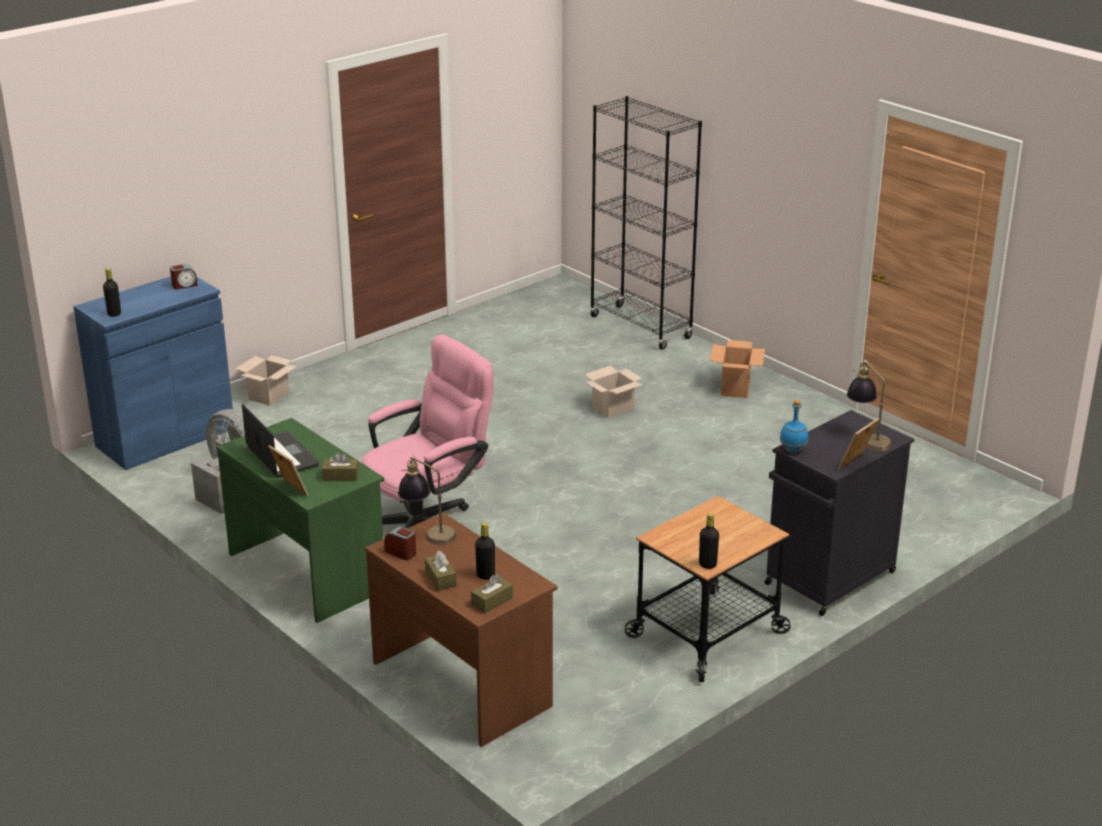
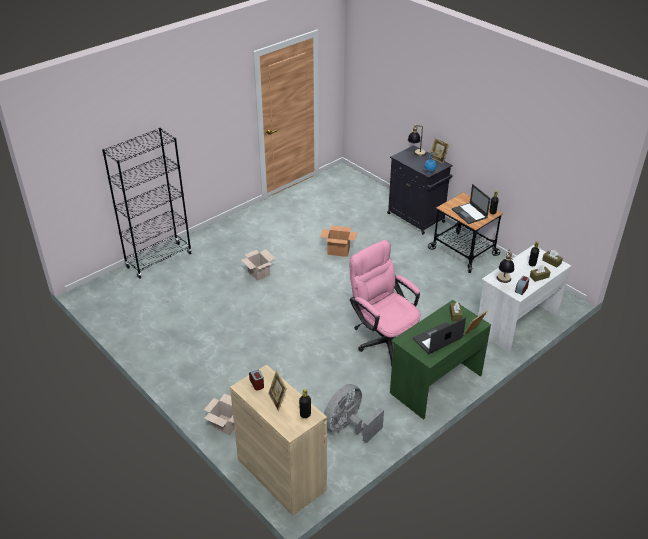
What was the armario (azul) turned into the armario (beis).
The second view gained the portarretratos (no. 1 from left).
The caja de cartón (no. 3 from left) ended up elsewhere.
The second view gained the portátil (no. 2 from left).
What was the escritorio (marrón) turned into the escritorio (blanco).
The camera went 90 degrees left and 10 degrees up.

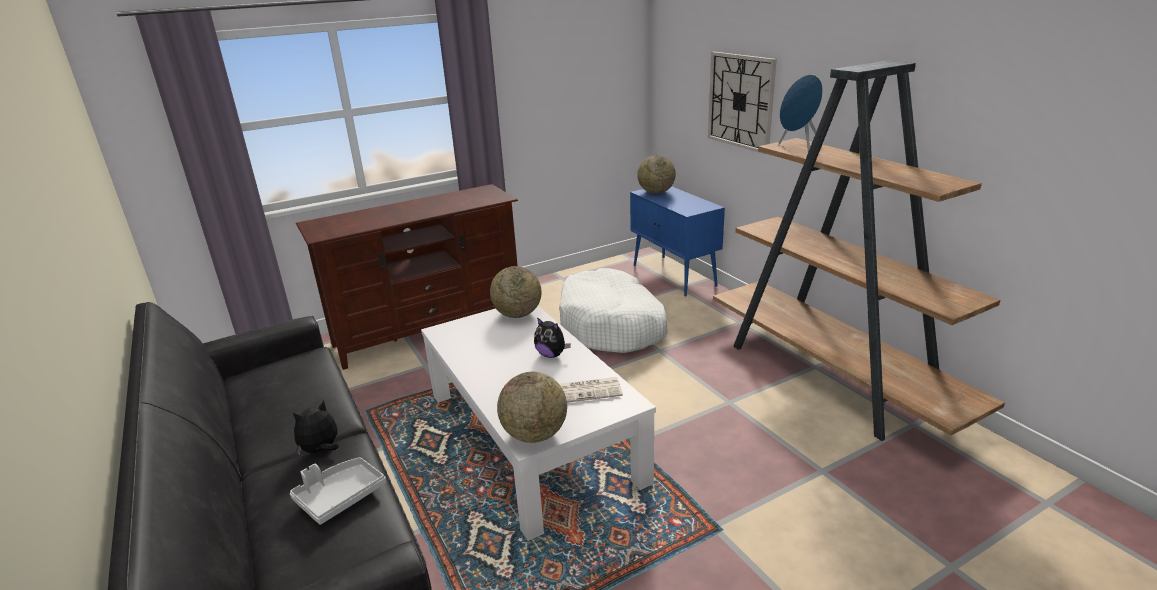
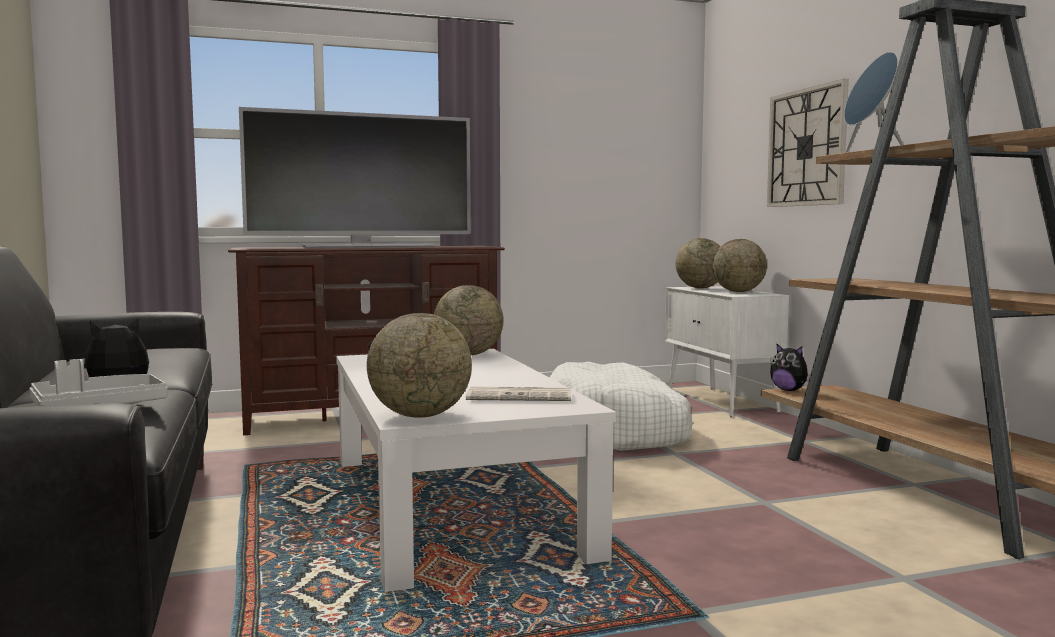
The second view gained the televisor.
What was the armario (azul) turned into the armario (blanco).
The second view gained the globo terráqueo (no. 4 from left).
The peluche (no. 2 from left) ended up elsewhere.
The camera went 10 degrees right and 20 degrees down.

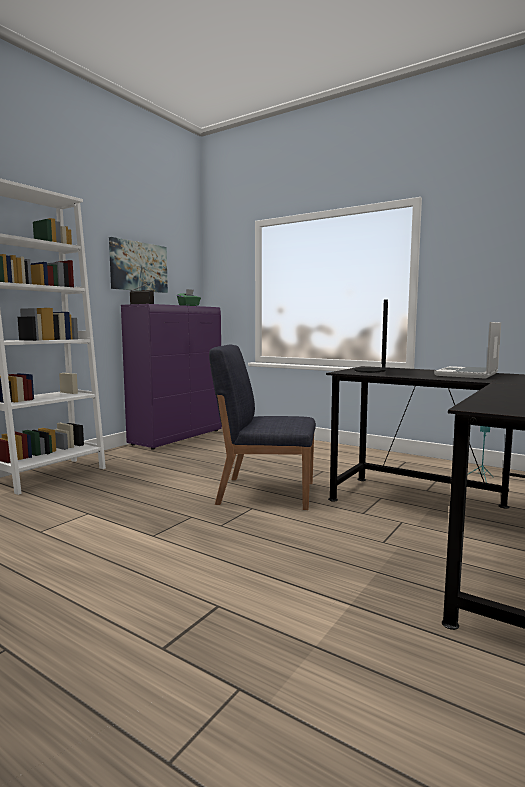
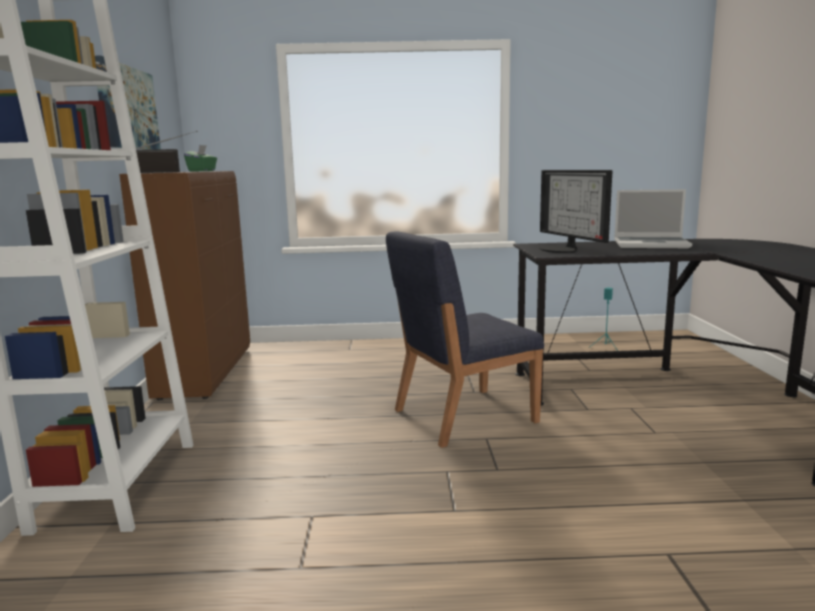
What was the armario (morado) turned into the armario (marrón).
The portátil ended up facing another way, 75 degrees counterclockwise from before.
The camera went 35 degrees left and 5 degrees up.

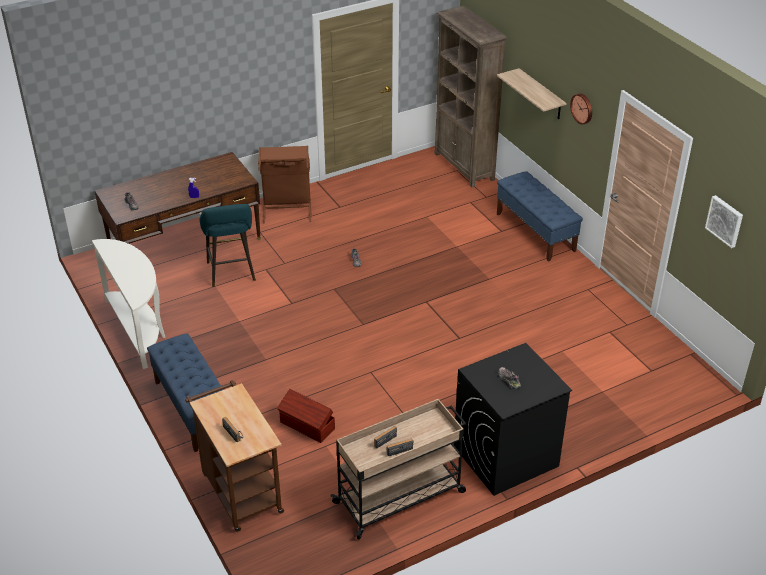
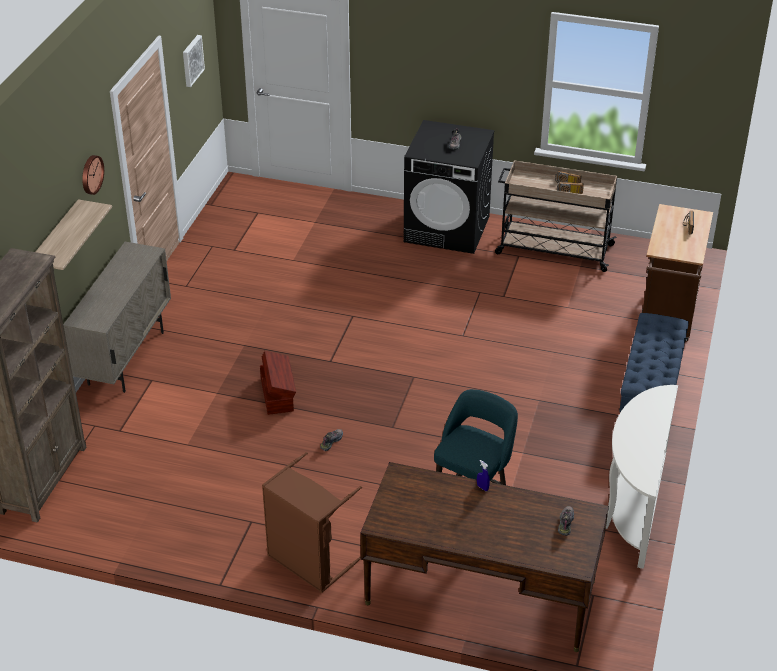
Where the banco (azul) (no. 2 from left) stood, the armario (beis) came to stand.
The caja de almacenaje (marrón) ended up elsewhere.
The camera went 135 degrees left and 0 degrees up.

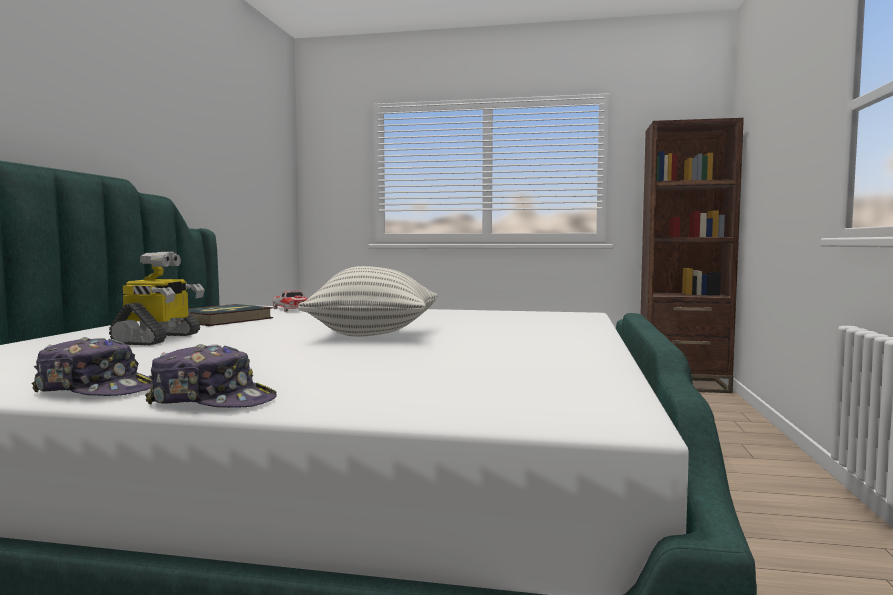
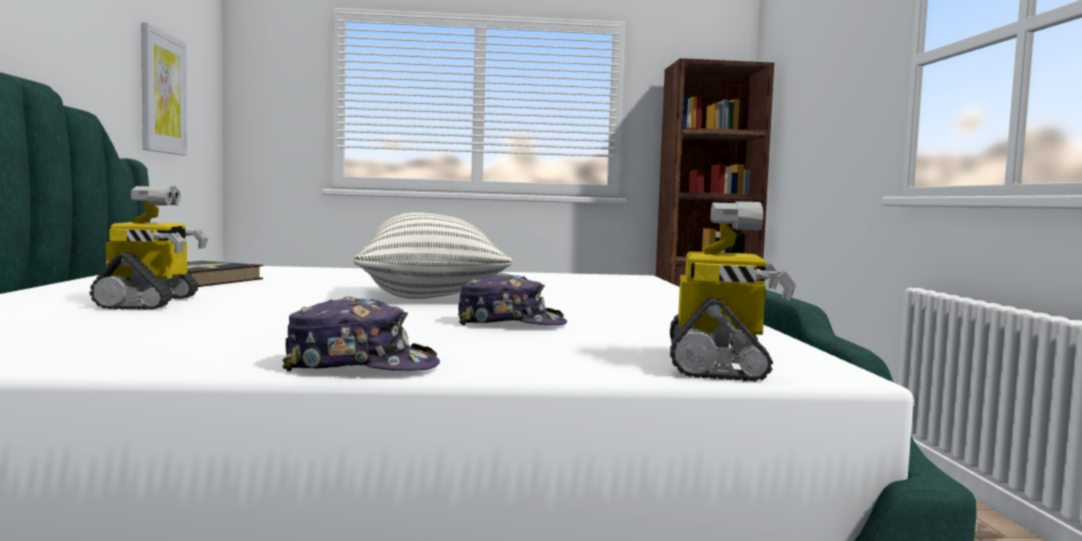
The second view gained the cuadro.
The gorra (no. 1 from left in the first image) ended up elsewhere.
The second view gained the robot de juguete (no. 2 from left).
The second view lost the coche de juguete.
The camera went 15 degrees left and 0 degrees up.

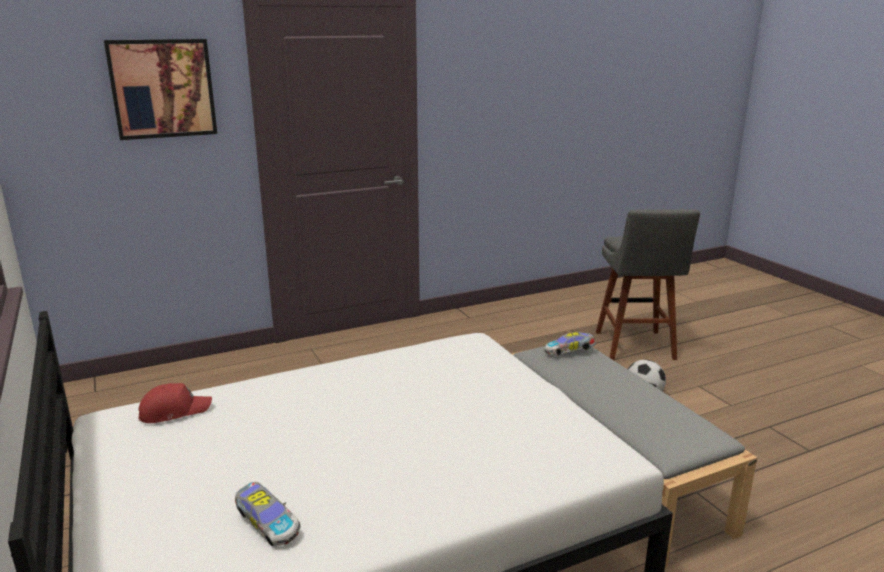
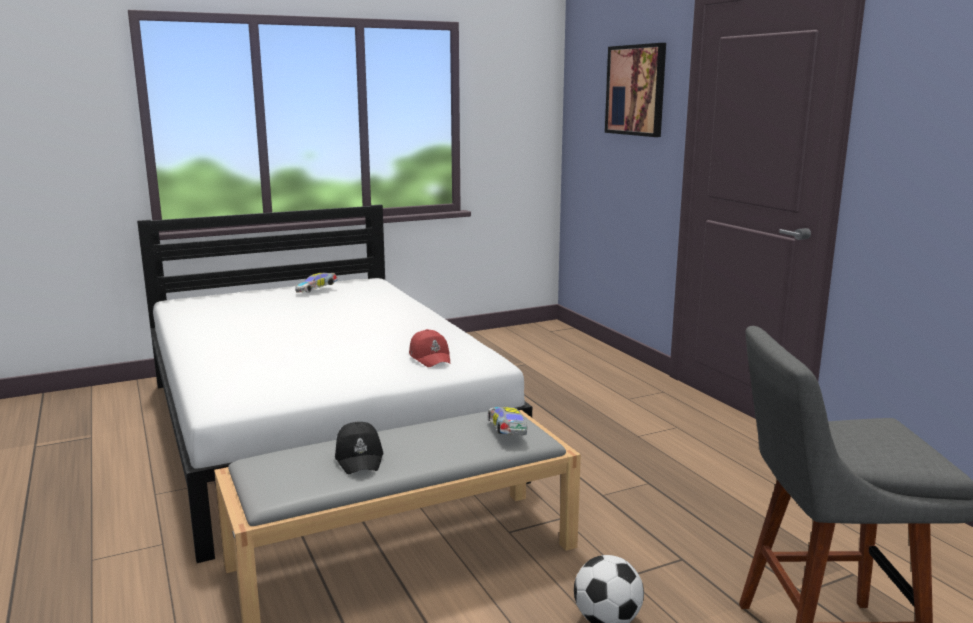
The coche de juguete (no. 1 from left) ended up elsewhere.
The second view gained the gorra (negro).
The gorra (rojo) ended up elsewhere.
The camera went 90 degrees right and 5 degrees down.

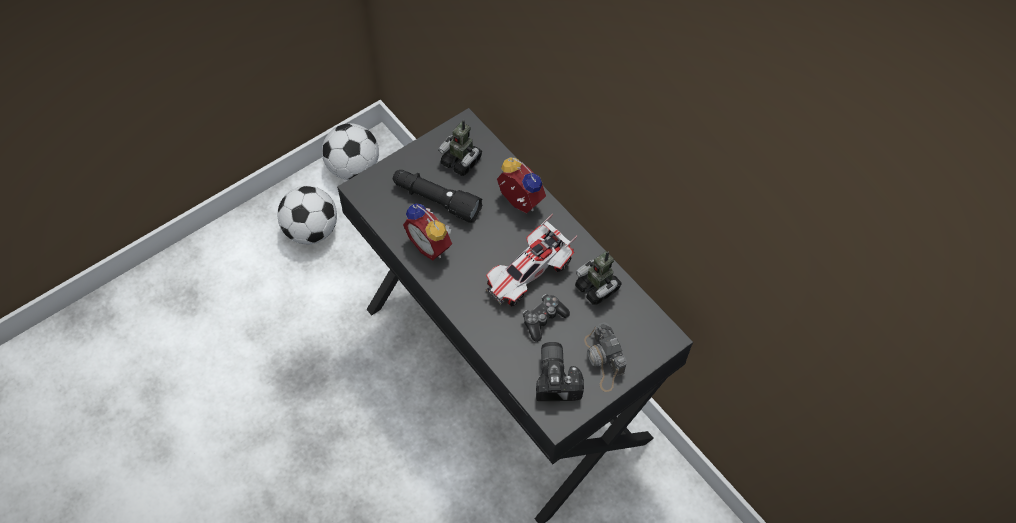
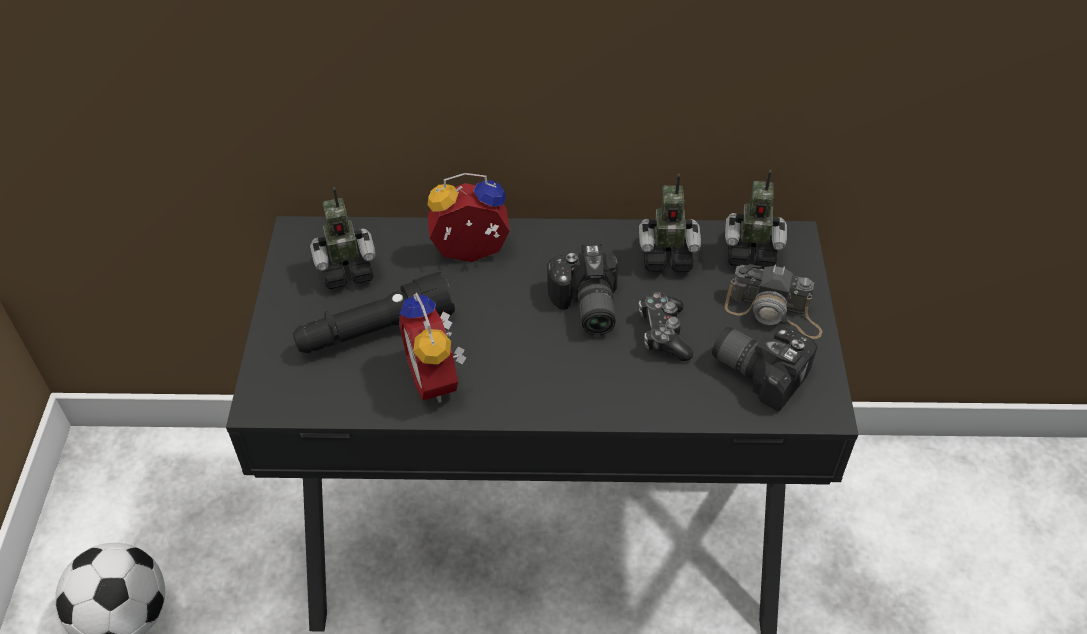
The despertador (no. 1 from left) ended up facing another way, 75 degrees clockwise from before.
Where the coche de juguete stood, the cámara (no. 1 from left) came to stand.
The second view gained the robot de juguete (no. 3 from left).
The second view lost the balón de fútbol (no. 2 from left).
The camera went 50 degrees left and 10 degrees down.

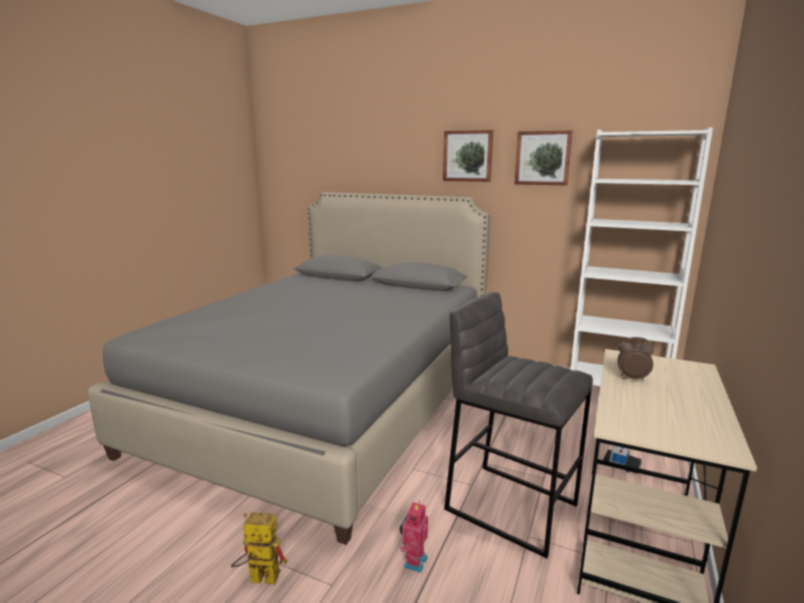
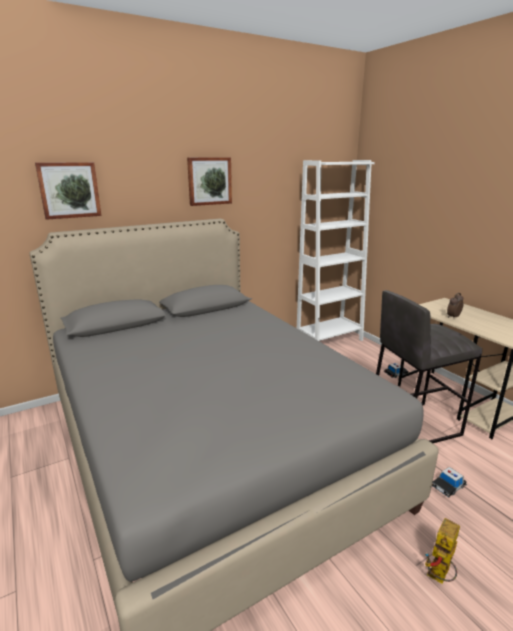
The cuadro (no. 2 from left in the first image) ended up elsewhere.
Where the robot de juguete (no. 2 from left) stood, the coche de juguete (no. 2 from left) came to stand.
The camera went 55 degrees left and 5 degrees up.

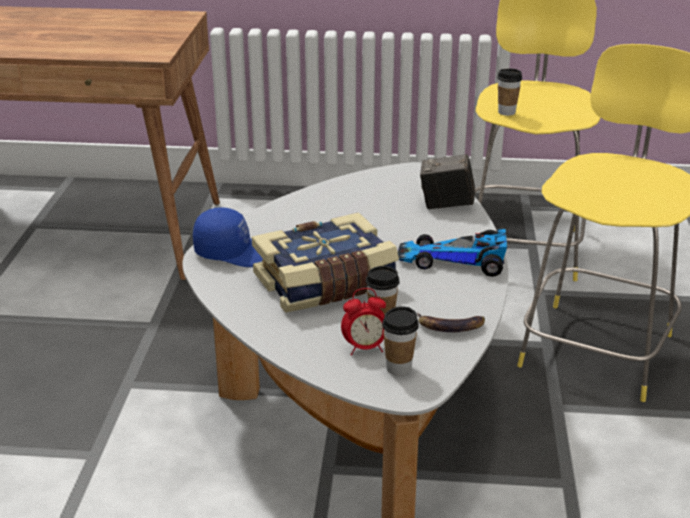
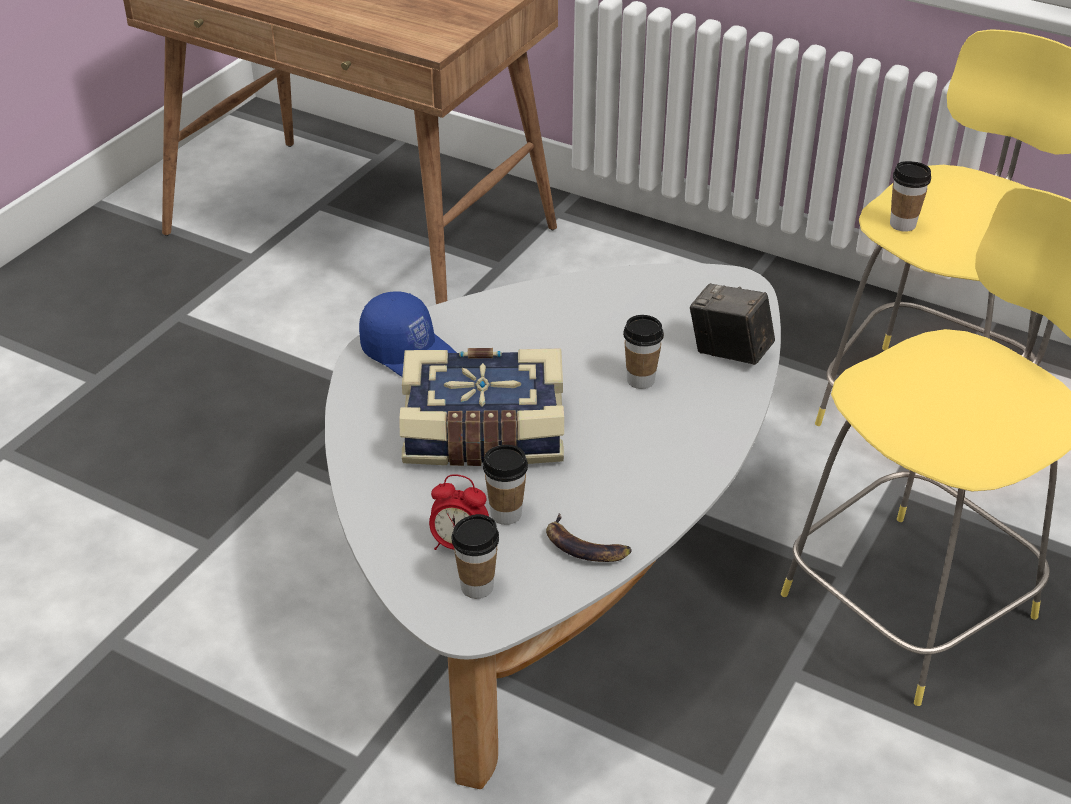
The second view gained the taza (no. 3 from left).
The second view lost the coche de juguete.
The camera went 25 degrees right and 10 degrees up.

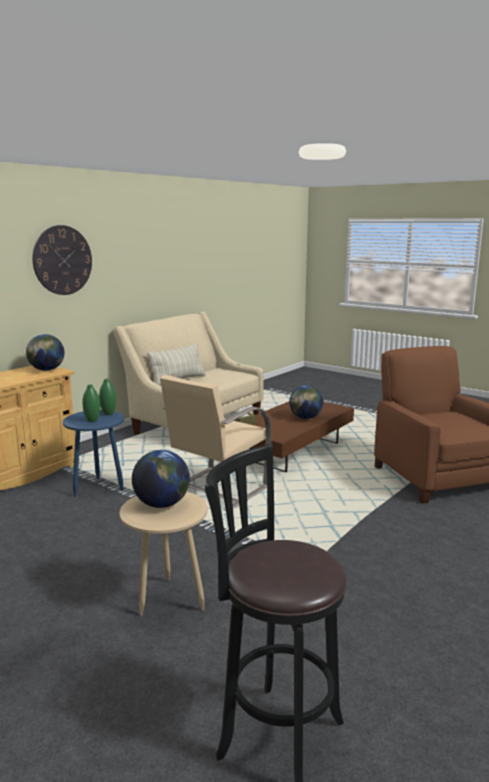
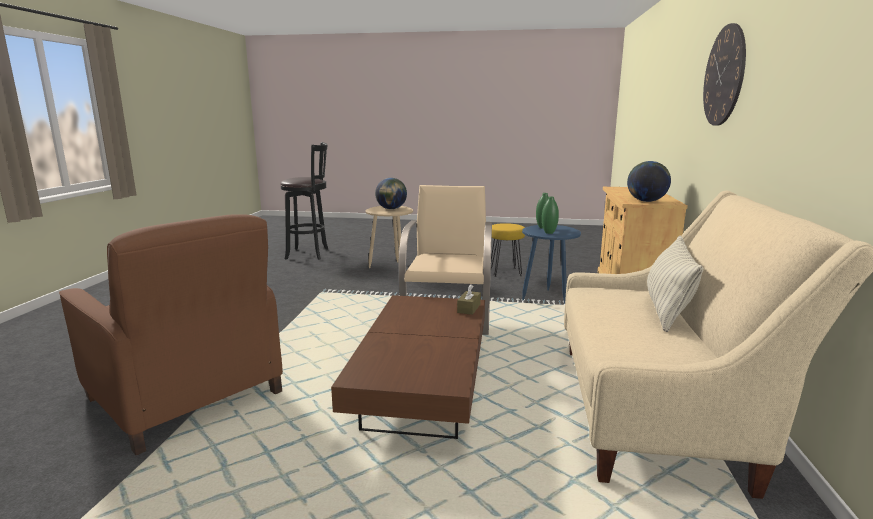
The second view gained the taburete (amarillo).
The second view lost the globo terráqueo (no. 3 from left).
The camera went 150 degrees right and 0 degrees up.

